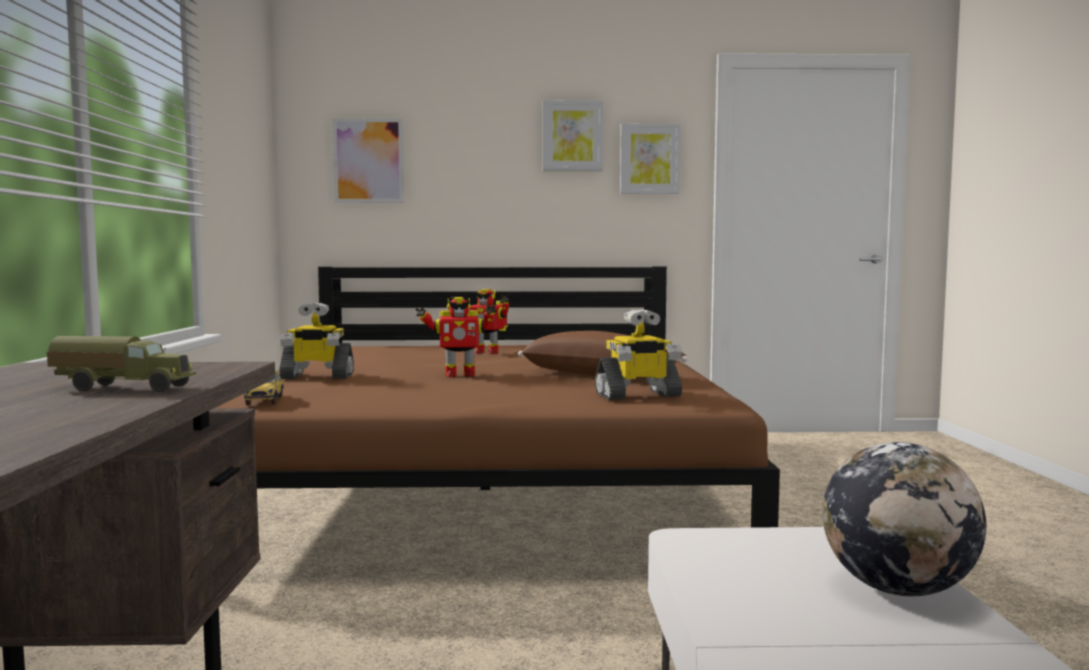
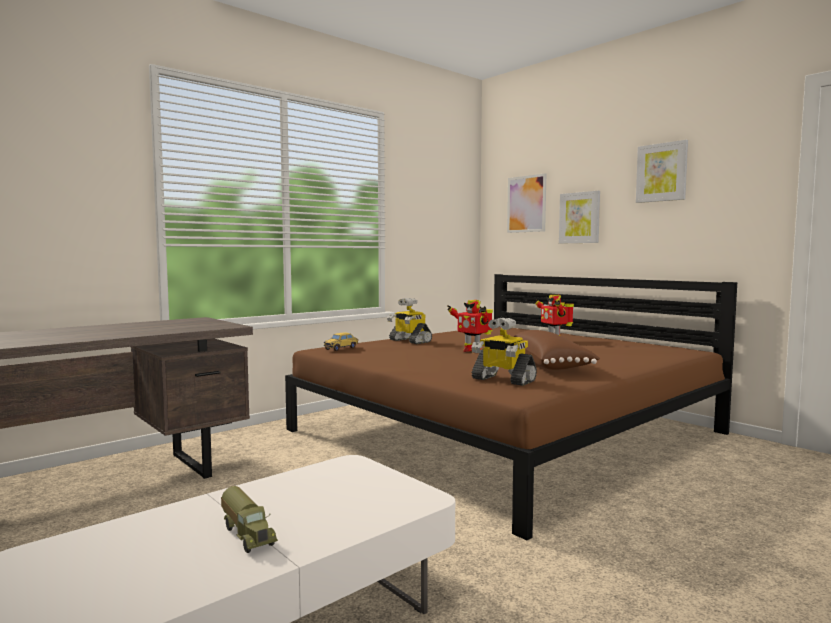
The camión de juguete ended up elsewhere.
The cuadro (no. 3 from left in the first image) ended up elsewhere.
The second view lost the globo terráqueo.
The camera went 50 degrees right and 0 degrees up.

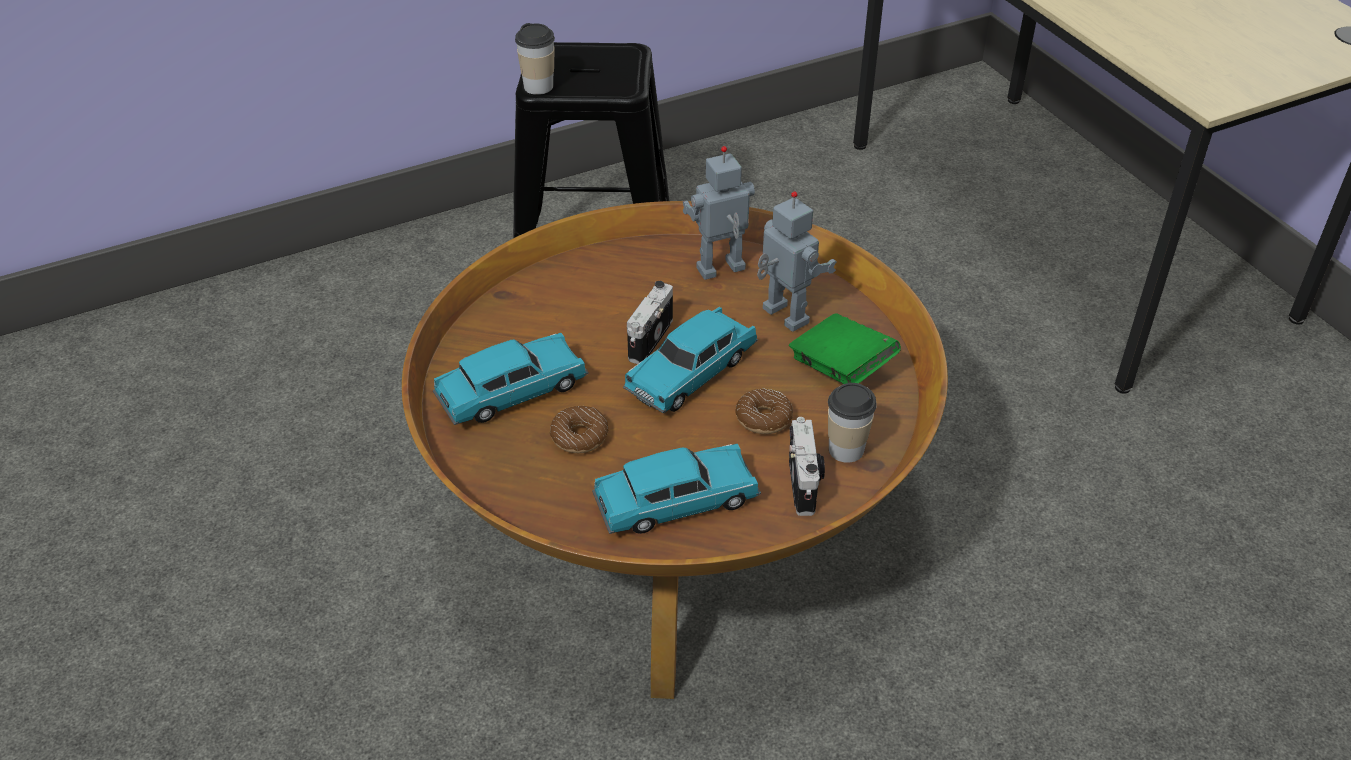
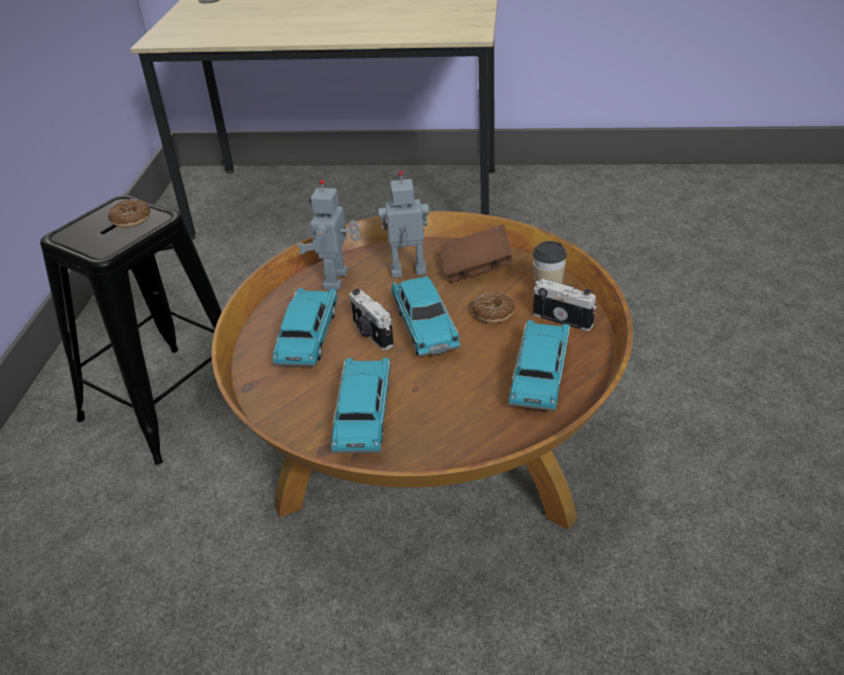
The rosquilla (no. 1 from left) ended up elsewhere.
The second view gained the coche de juguete (turquesa) (no. 1 from left).
What was the libro (verde) turned into the libro (marrón).
The second view lost the taza (no. 1 from left).
The camera went 55 degrees left and 5 degrees down.

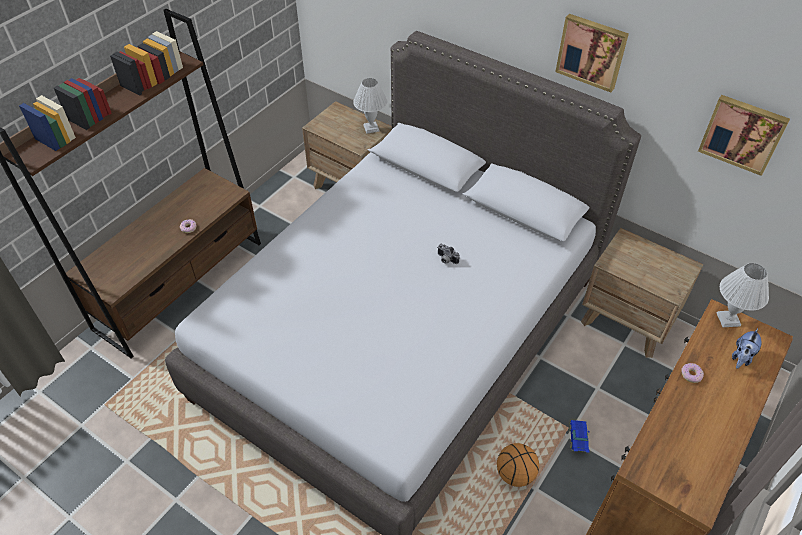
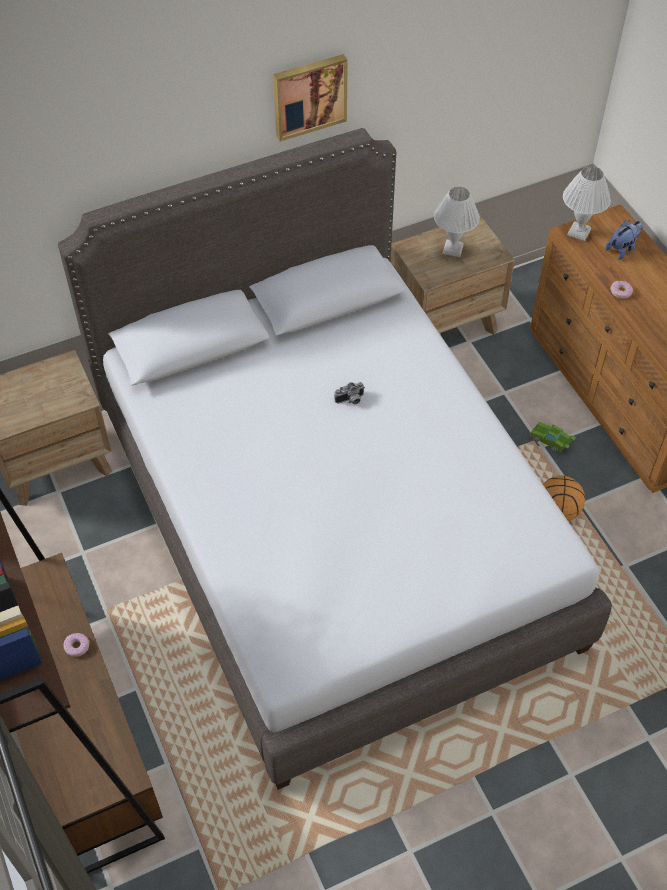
The lámpara de mesa (blanco) (no. 1 from left) ended up elsewhere.
What was the coche de juguete (azul) turned into the coche de juguete (verde).
The peluche ended up facing another way, 105 degrees counterclockwise from before.
The second view lost the cuadro (no. 2 from left).
The camera went 60 degrees left and 5 degrees up.

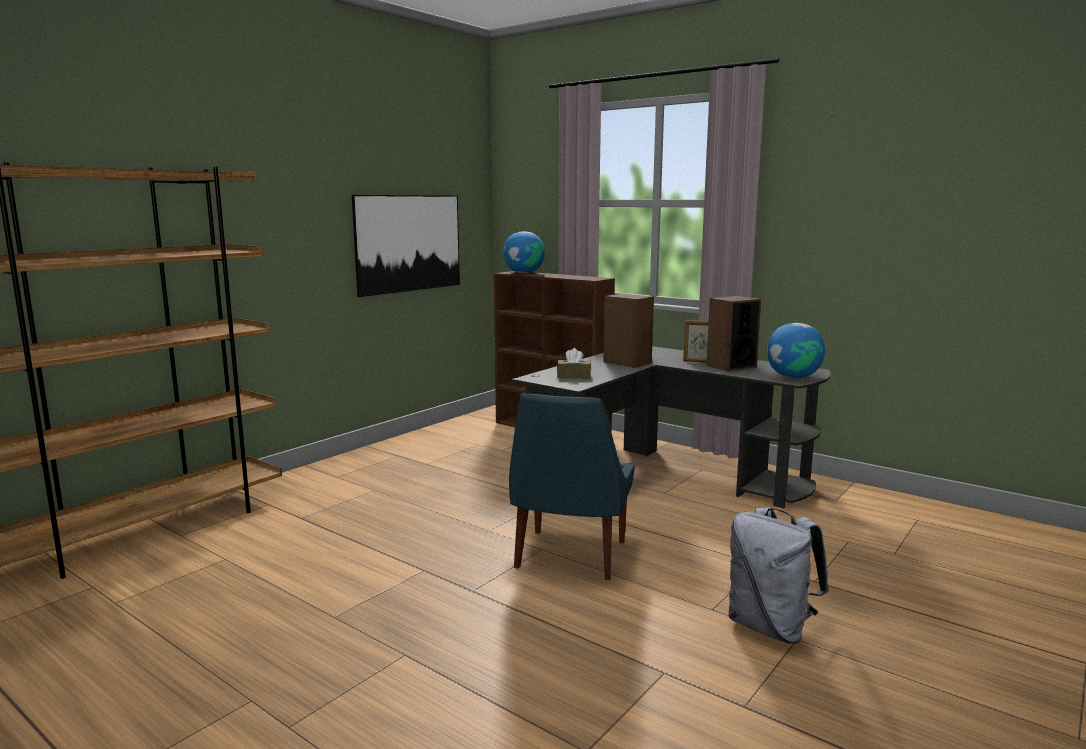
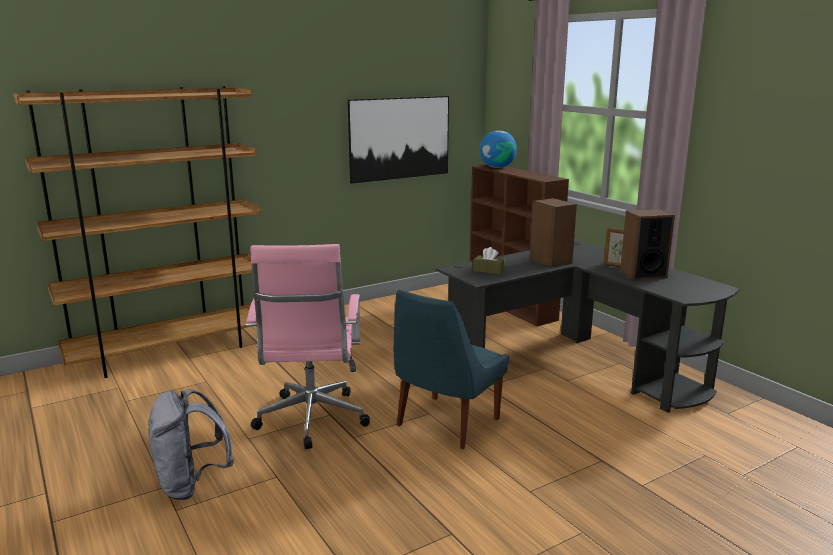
The mochila (gris) ended up elsewhere.
The second view gained the silla de oficina (rosa).
The second view lost the globo terráqueo (no. 2 from left).
The camera went 20 degrees right and 5 degrees up.

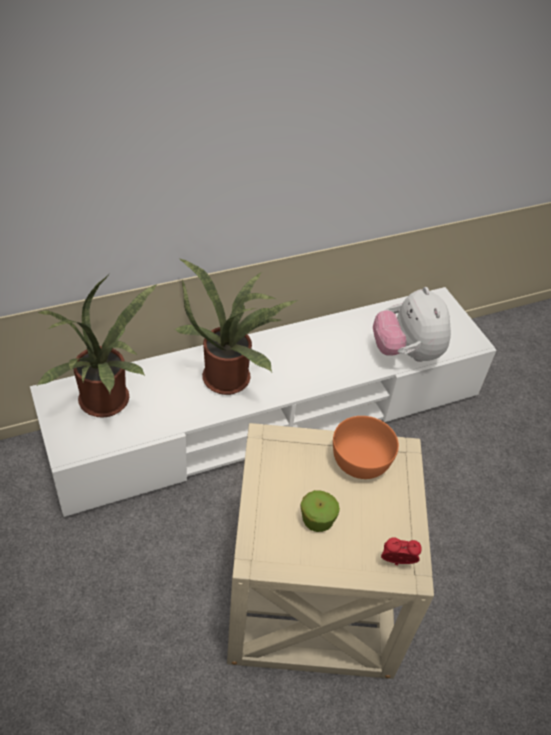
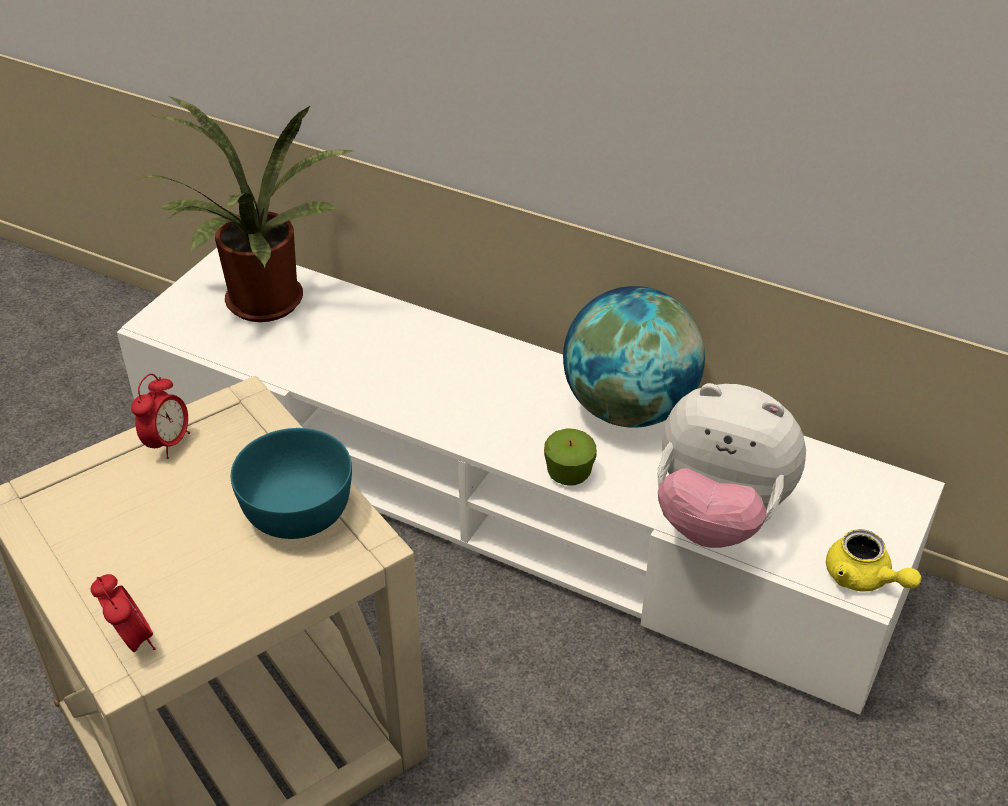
The second view gained the despertador (no. 2 from left).
What was the cuenco (naranja) turned into the cuenco (turquesa).
The manzana ended up elsewhere.
The second view gained the globo terráqueo.
The peluche ended up facing another way, 105 degrees counterclockwise from before.
The second view gained the tetera (amarillo).
The second view lost the planta en maceta (no. 2 from left).
The camera went 55 degrees right and 5 degrees down.

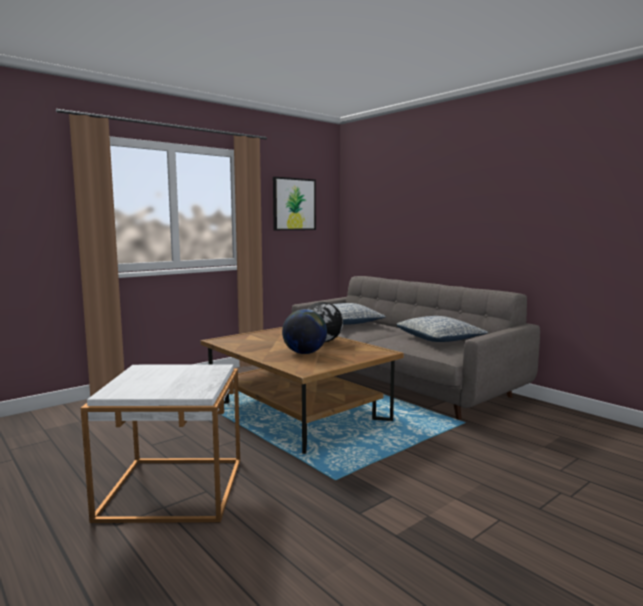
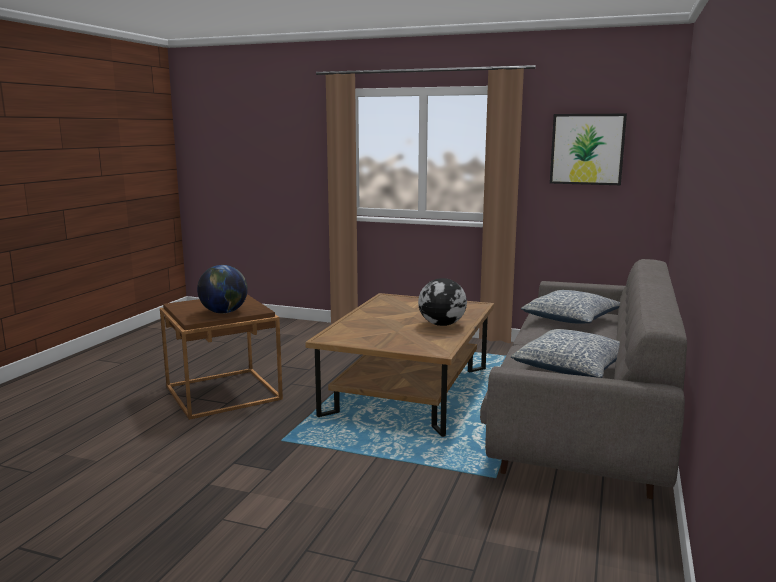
What was the mesa auxiliar (blanco) turned into the mesa auxiliar (marrón).
The globo terráqueo (no. 1 from left) ended up elsewhere.
The camera went 60 degrees right and 5 degrees up.

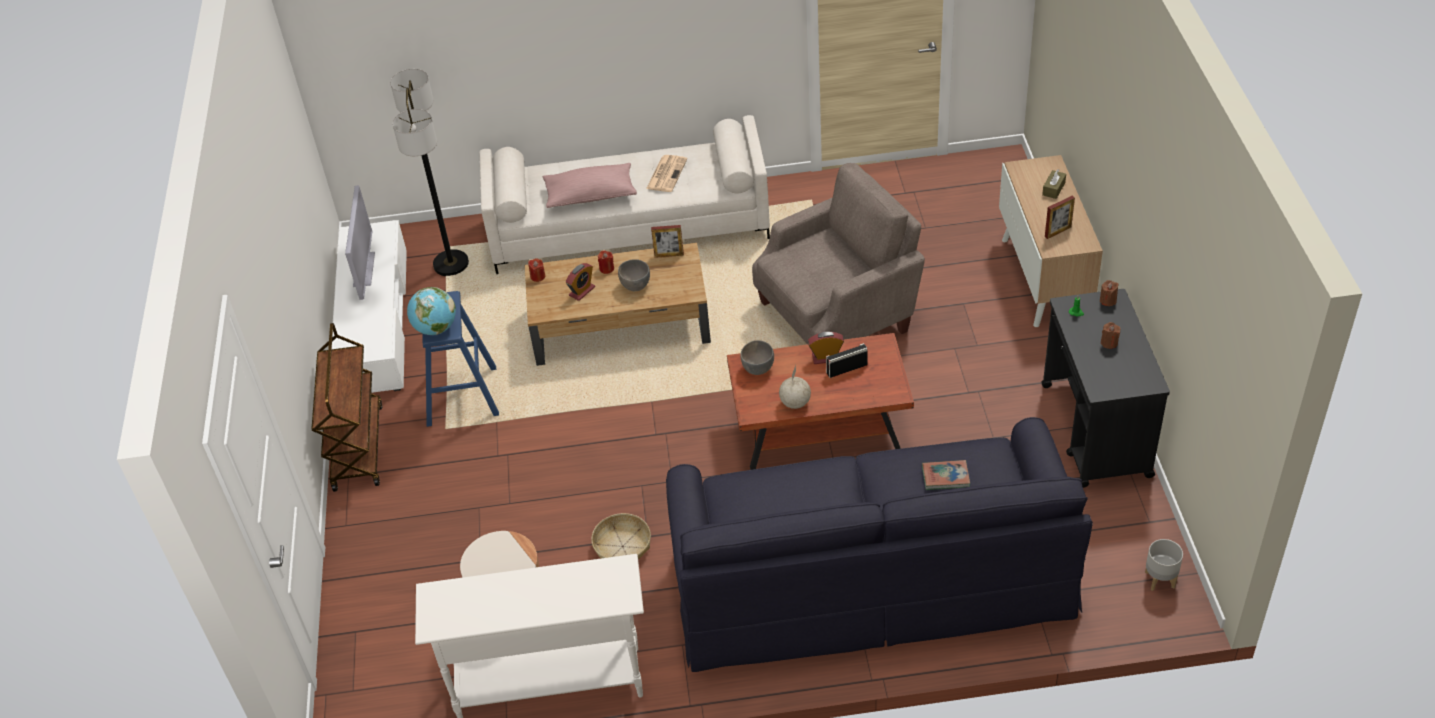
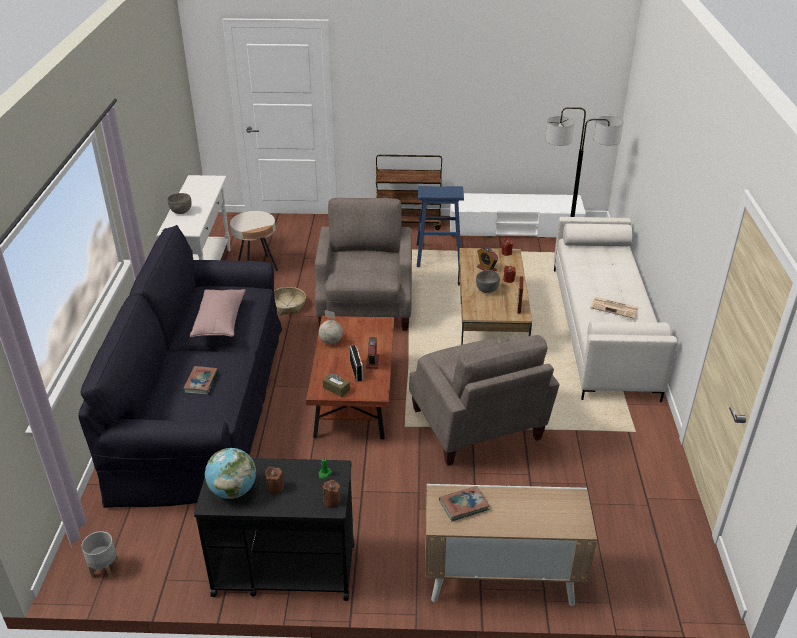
The cuenco (gris) (no. 2 from left in the first image) ended up elsewhere.
The cojín (rosa) ended up elsewhere.
The globo terráqueo (no. 1 from left) ended up elsewhere.
The second view gained the sillón (beis) (no. 1 from left).
The caja de pañuelos (marrón) ended up elsewhere.
Where the portarretratos (no. 2 from left) stood, the libro (no. 2 from left) came to stand.
The second view lost the televisor.
The camera went 95 degrees right and 10 degrees down.

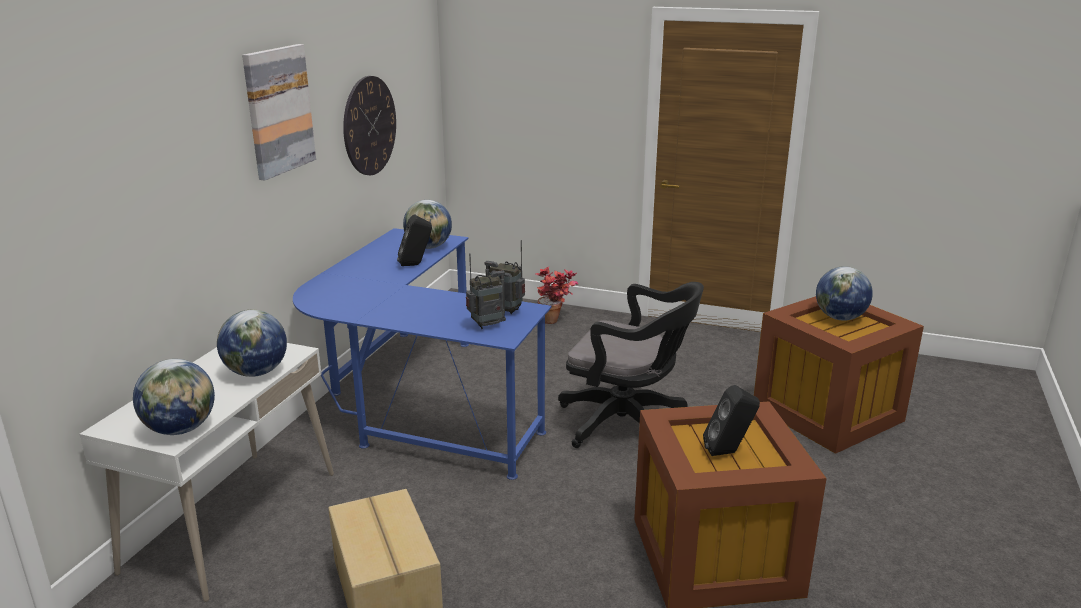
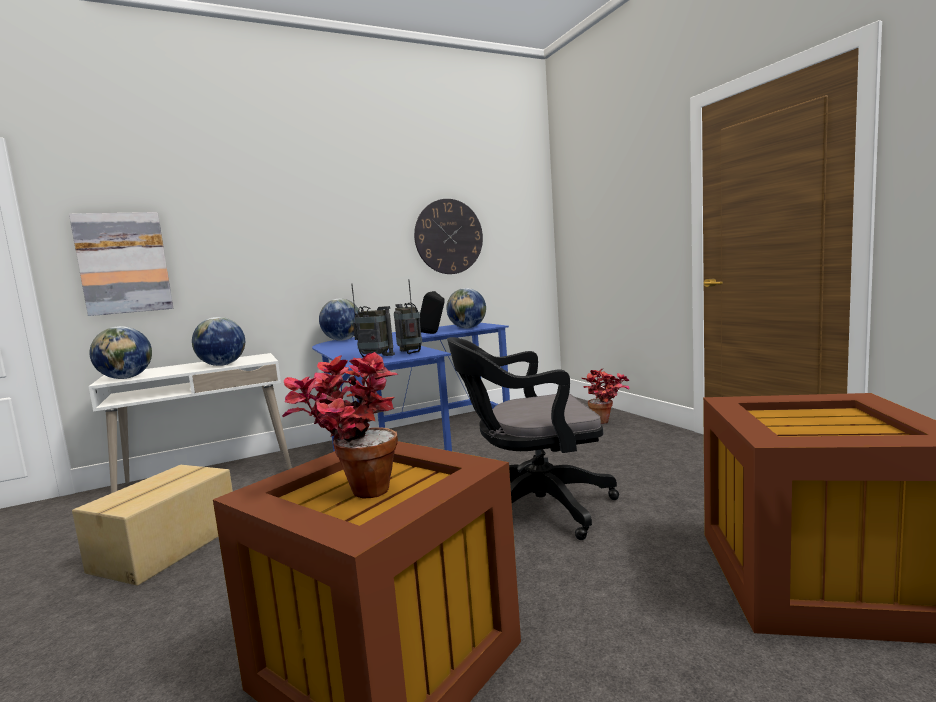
The cuadro ended up elsewhere.
Where the altavoz (negro) (no. 2 from left) stood, the planta en maceta (no. 1 from left) came to stand.
The globo terráqueo (no. 4 from left in the first image) ended up elsewhere.
The silla de oficina (negro) ended up facing another way, 105 degrees clockwise from before.
The camera went 45 degrees right and 15 degrees down.

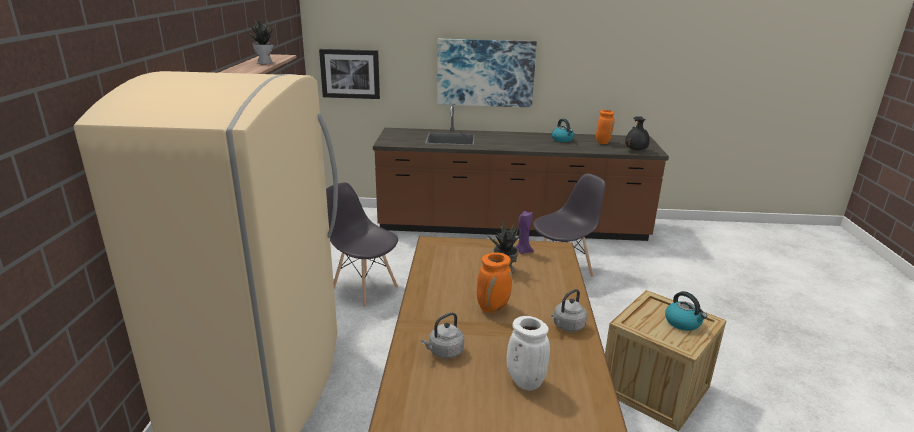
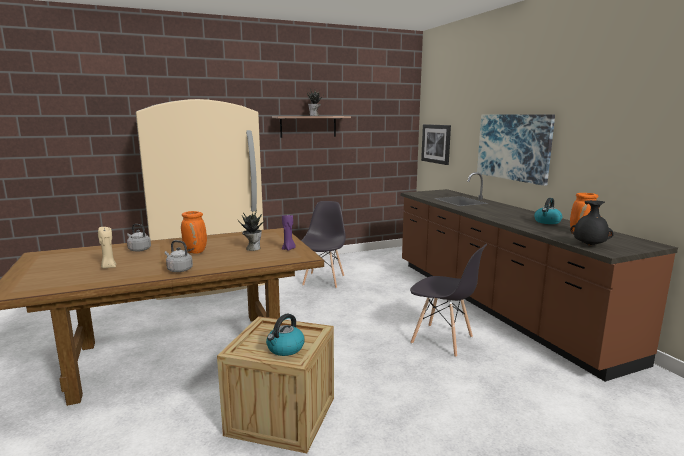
Where the florero (blanco) stood, the vela (beis) came to stand.
The camera went 65 degrees right and 10 degrees down.

